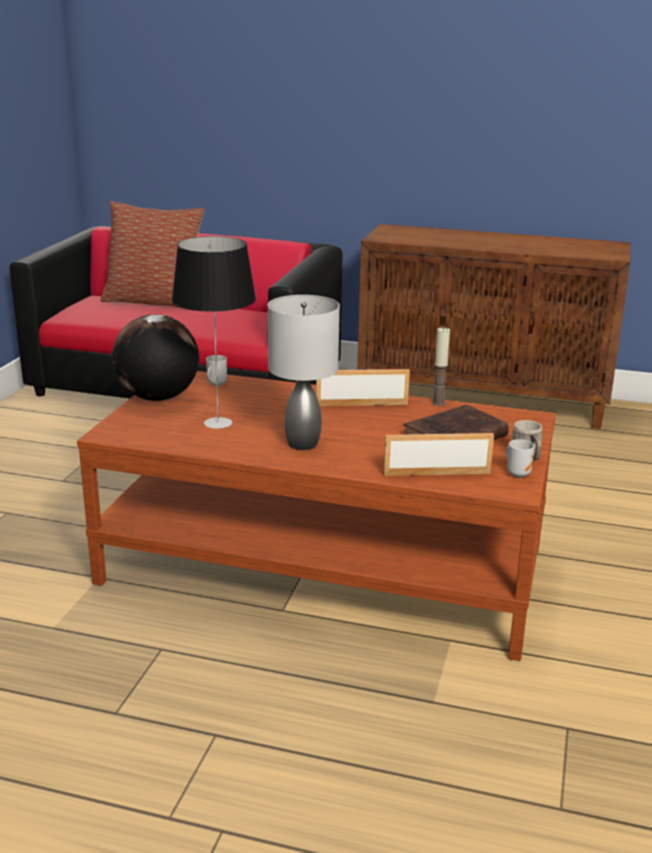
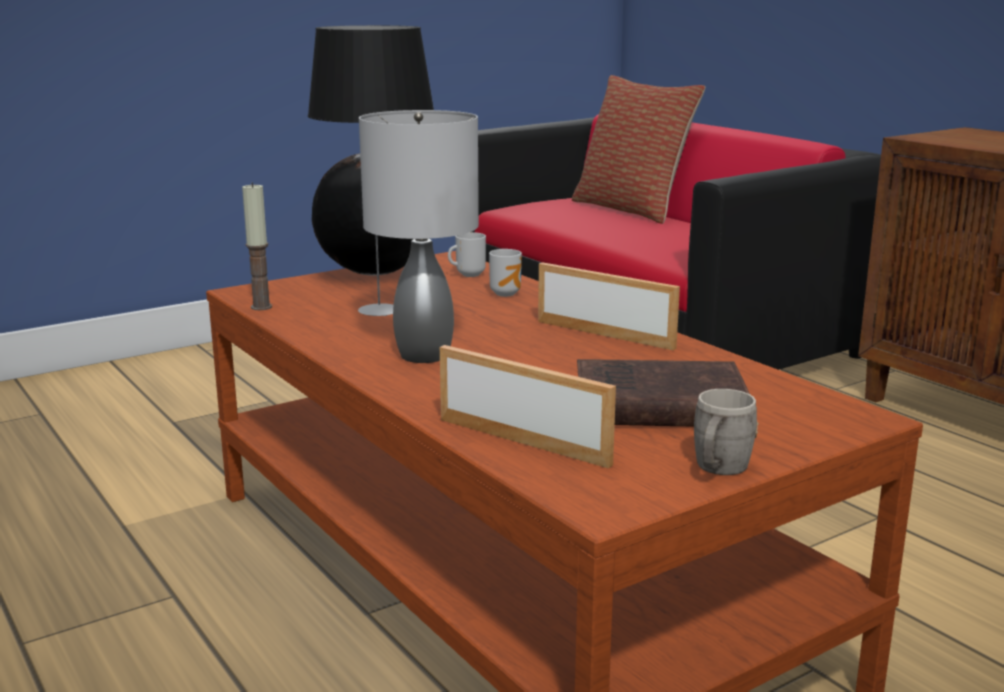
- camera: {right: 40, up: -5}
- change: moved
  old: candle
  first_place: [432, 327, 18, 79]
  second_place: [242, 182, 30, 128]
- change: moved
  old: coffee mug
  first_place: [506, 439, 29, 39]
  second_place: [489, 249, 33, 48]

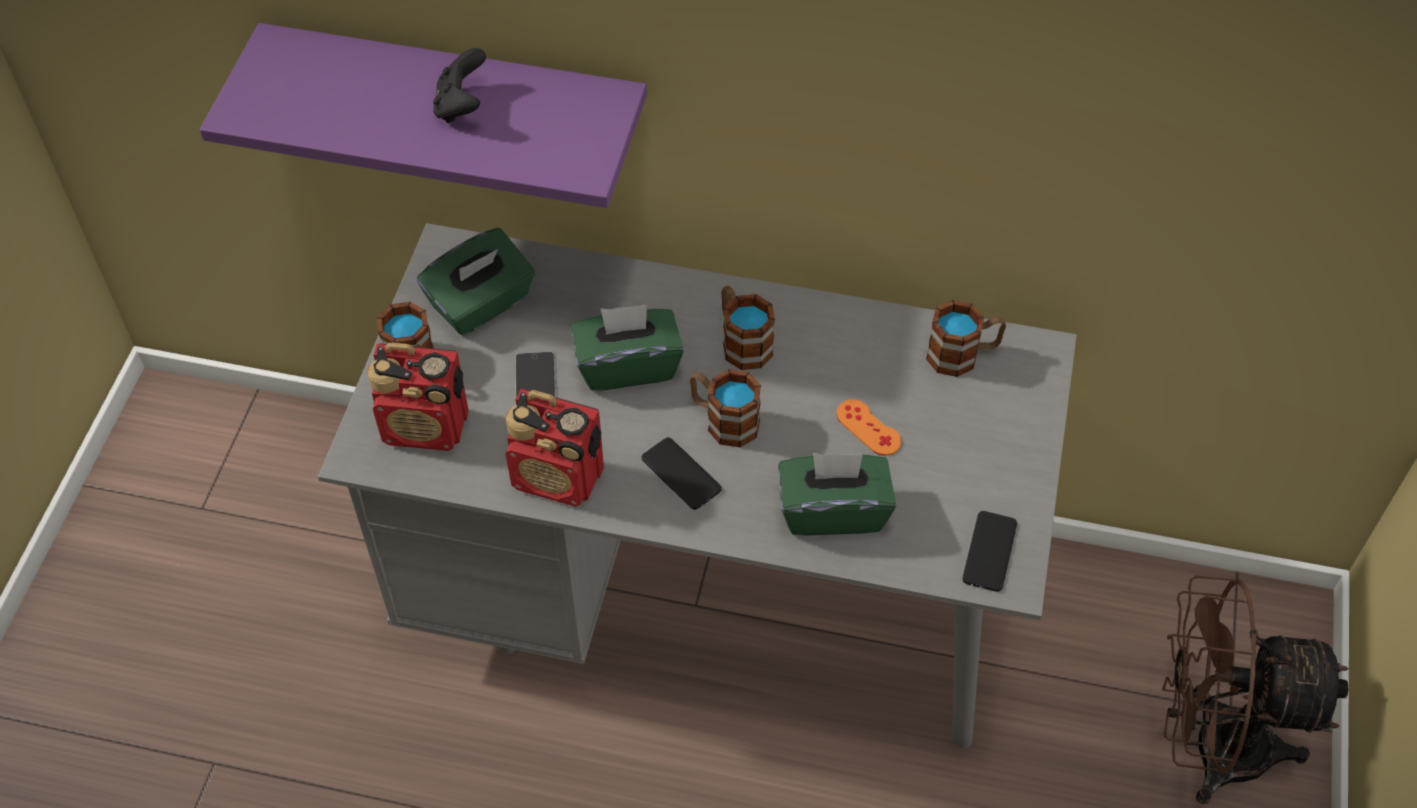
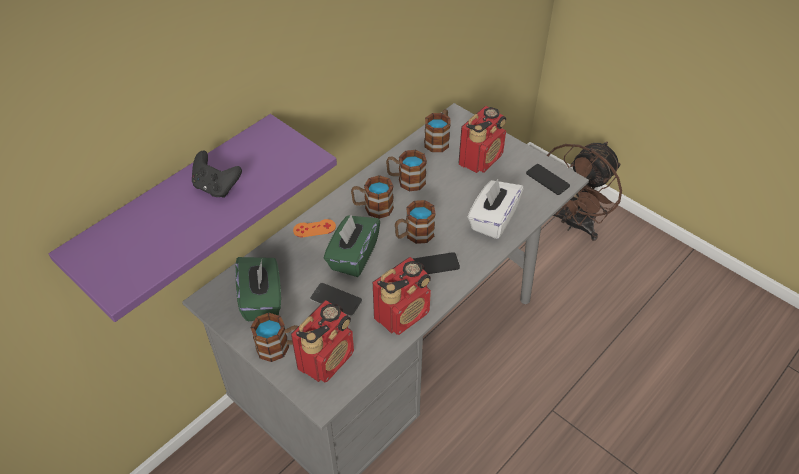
- camera: {right: -60, up: -5}
- change: added
  new: coffee mug
  second_place: [386, 150, 41, 41]
- change: added
  new: radio set
  second_place: [458, 106, 48, 67]
- change: moved
  old: orangey game controller
  first_place: [836, 399, 66, 57]
  second_place: [293, 219, 43, 18]
- change: recoloured
  old: green-coloured tissue box
  new: white-coloured tissue box
  first_place: [778, 452, 118, 84]
  second_place: [467, 179, 57, 60]

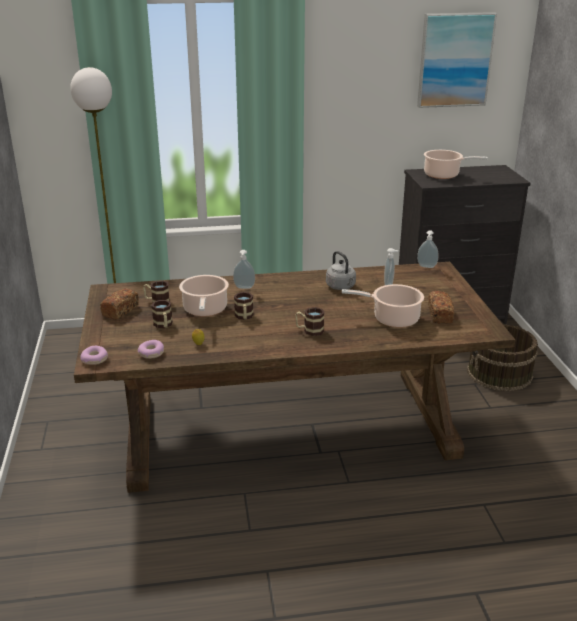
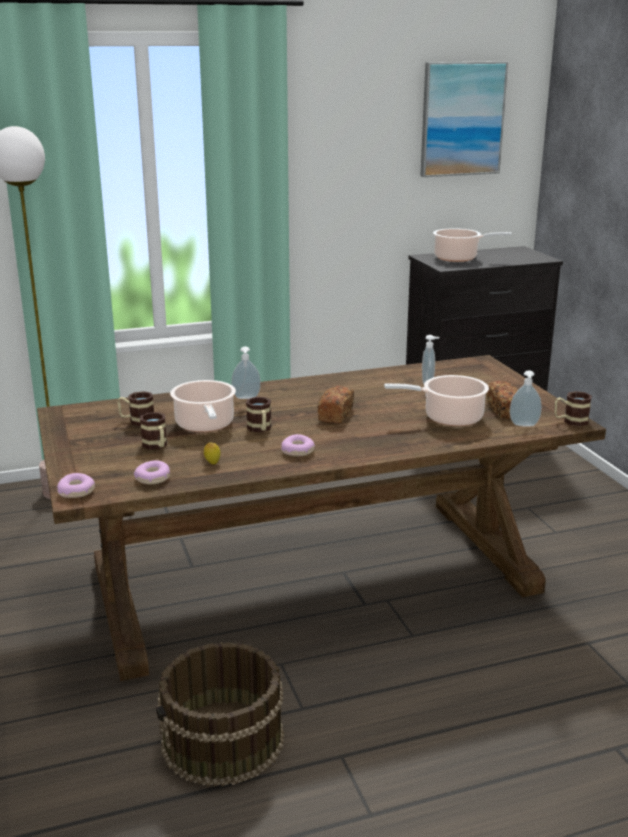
- camera: {right: -10, up: -5}
- change: removed
  old: grey water kettle
  first_place: [326, 251, 30, 39]
- change: added
  new: ring doughnut
  second_place: [281, 434, 34, 22]
- change: moved
  old: bread
  first_place: [100, 288, 39, 32]
  second_place: [317, 386, 37, 38]
- change: moved
  old: coffee mug
  first_place: [295, 307, 30, 29]
  second_place: [554, 391, 38, 36]
- change: moved
  old: soap dispenser
  first_place: [417, 230, 21, 38]
  second_place: [509, 370, 33, 57]
- change: moved
  old: brownish water bucket
  first_place: [467, 324, 71, 67]
  second_place: [156, 642, 128, 145]

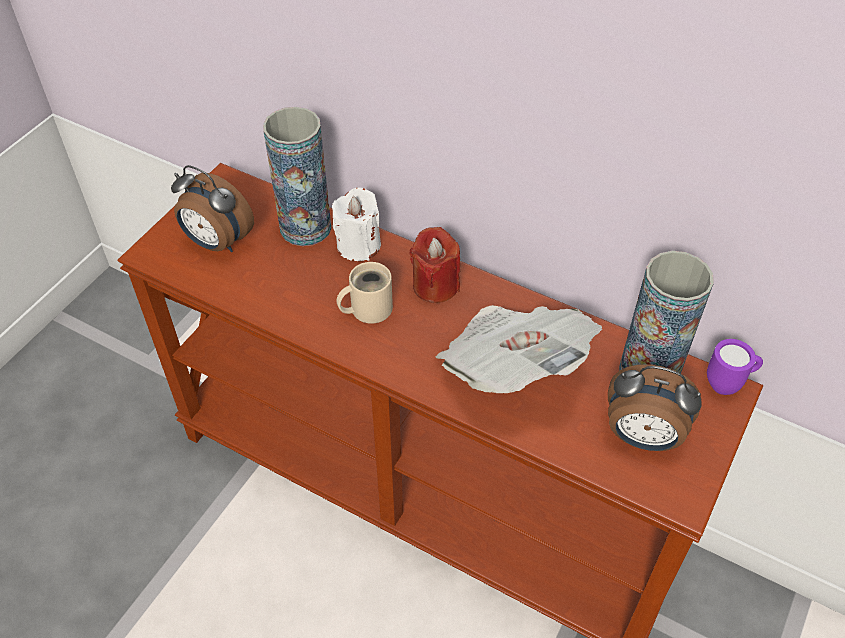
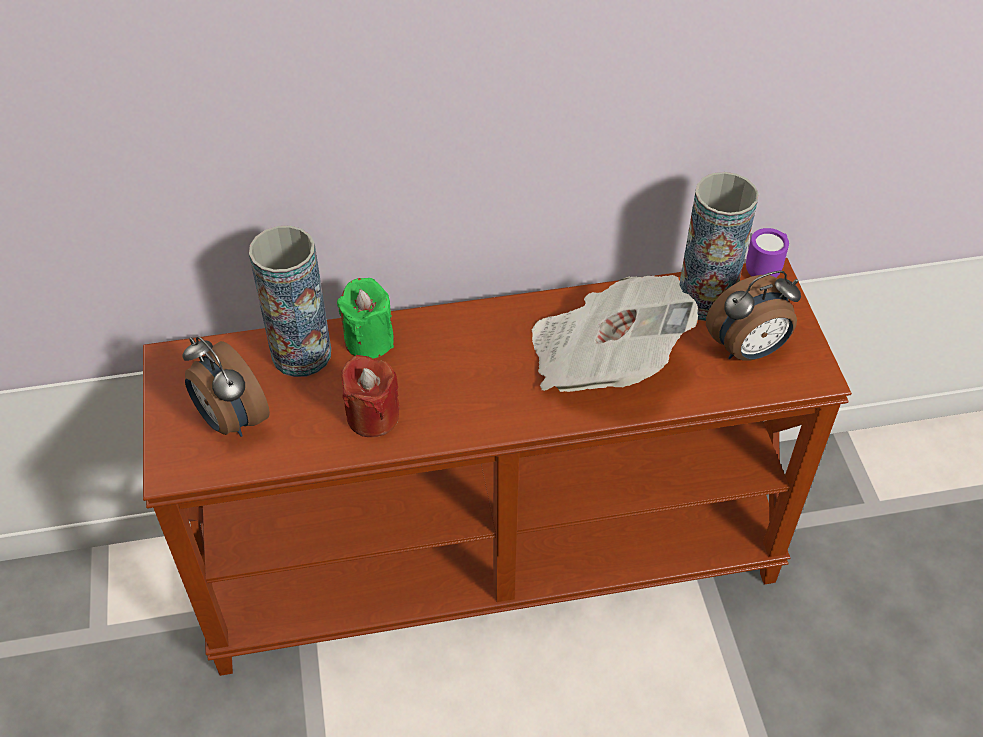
- camera: {right: -40, up: 0}
- change: removed
  old: beige-coloured coffee mug
  first_place: [336, 262, 57, 62]
- change: moved
  old: red candle
  first_place: [410, 227, 50, 76]
  second_place: [341, 355, 59, 82]
- change: recoloured
  old: white-coloured candle
  new: green-coloured candle
  first_place: [332, 188, 49, 73]
  second_place: [337, 278, 57, 80]
- change: turned
  old: alarm clock
  first_place: [171, 165, 83, 87]
  second_place: [182, 336, 88, 101]
  degrees: 60

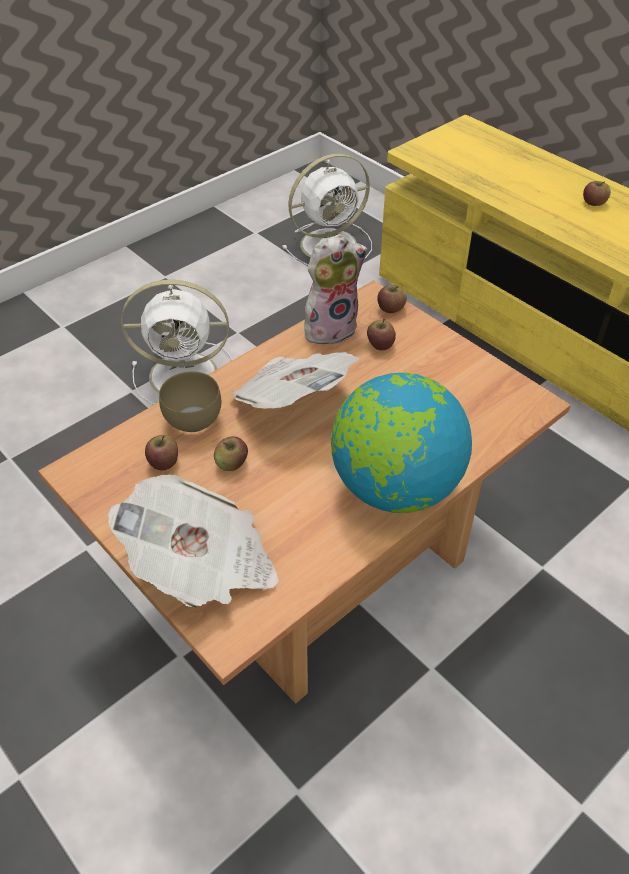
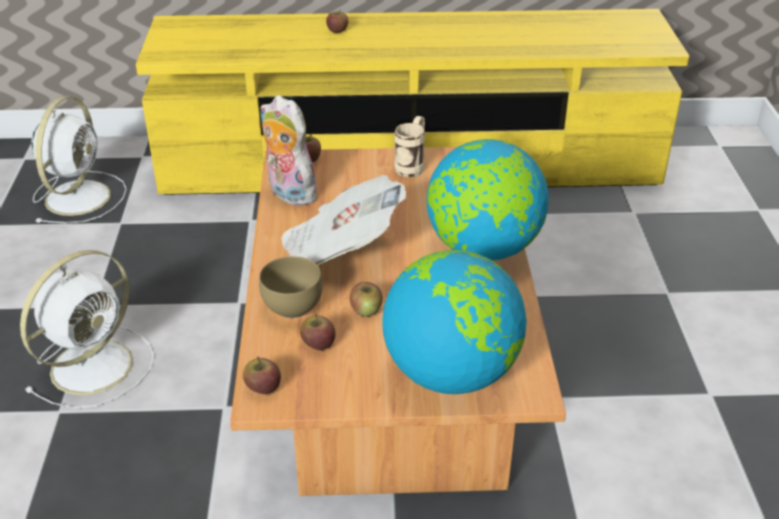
- camera: {right: -50, up: -10}
- change: added
  new: beige-coloured coffee mug
  second_place: [394, 116, 31, 61]
- change: moved
  old: apple
  first_place: [367, 319, 29, 31]
  second_place: [243, 357, 38, 37]
- change: replaced
  old: newspaper
  new: globe
  first_place: [108, 474, 171, 134]
  second_place: [382, 250, 145, 144]
- change: turned
  old: plush toy
  first_place: [304, 234, 64, 112]
  second_place: [260, 95, 58, 111]
  degrees: -60

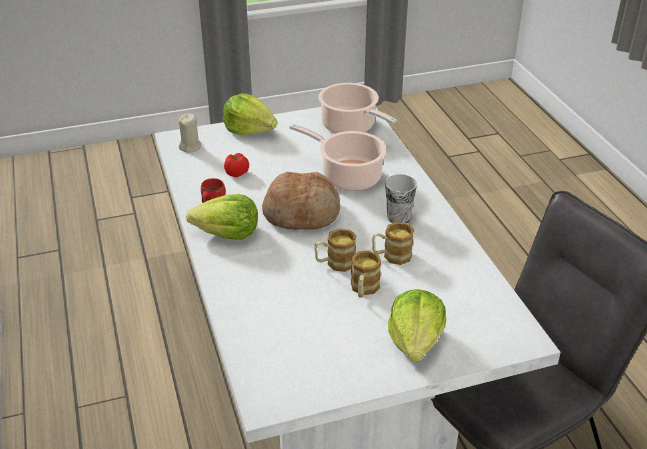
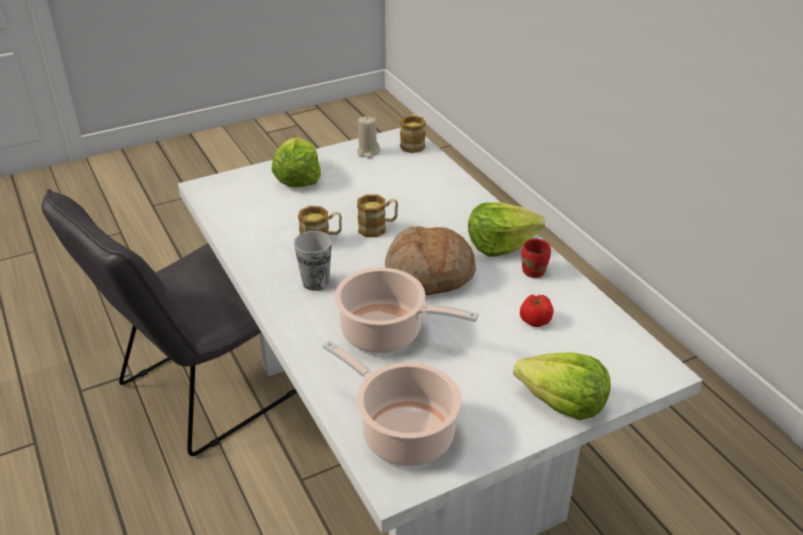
- camera: {right: 170, up: 0}
- change: moved
  old: beige-coloured candle
  first_place: [178, 113, 23, 40]
  second_place: [357, 116, 23, 42]
- change: moved
  old: coffee mug
  first_place: [351, 250, 30, 48]
  second_place: [400, 114, 26, 39]

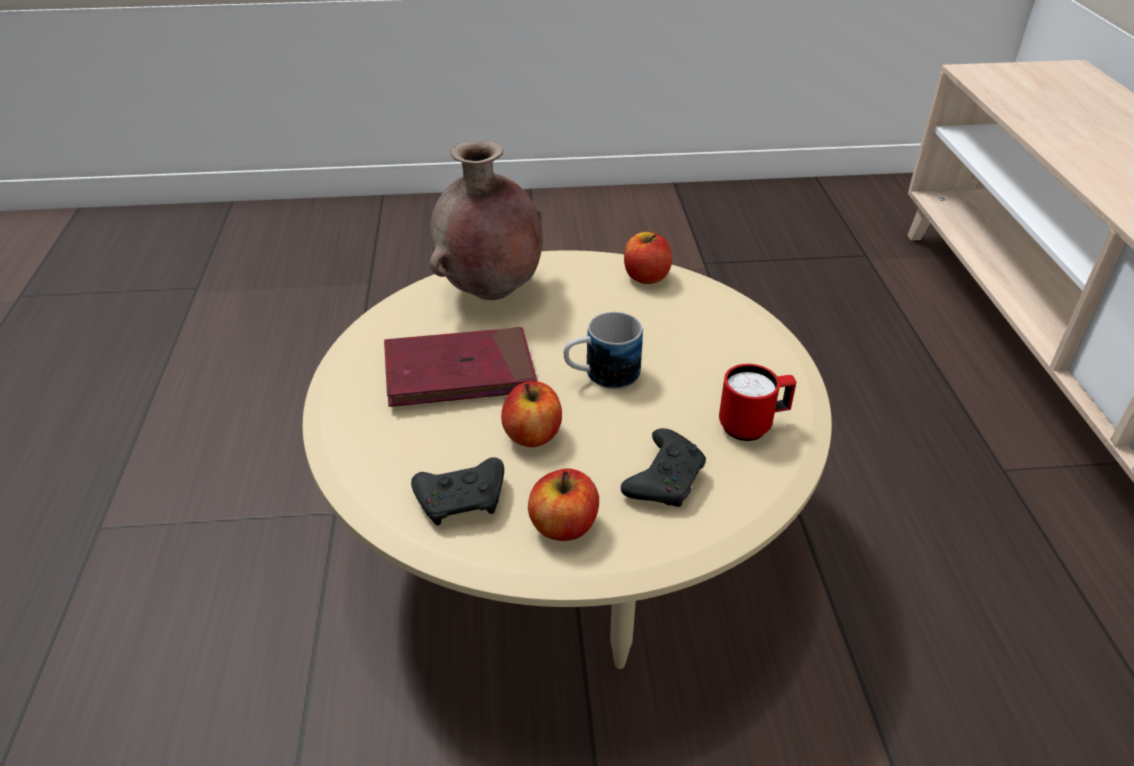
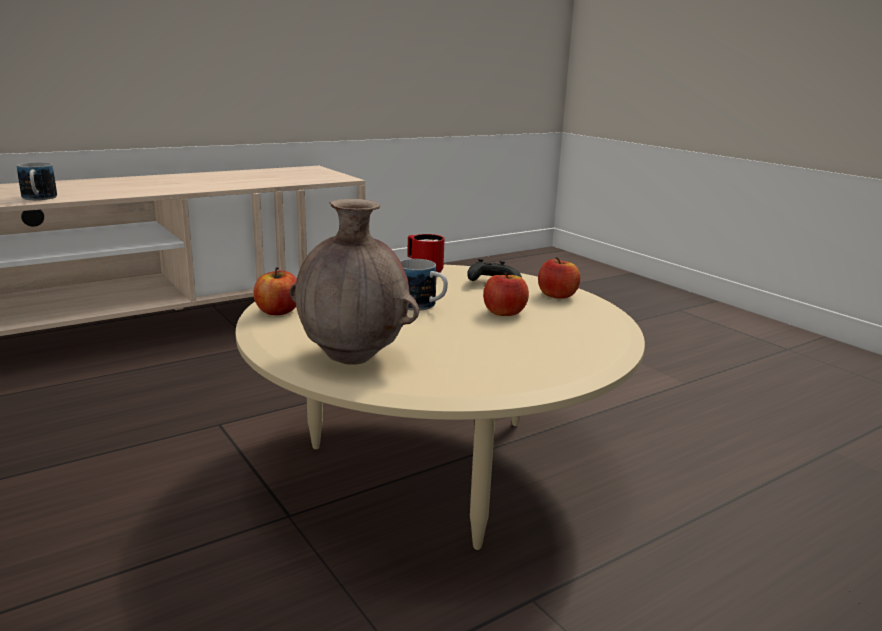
- camera: {right: -120, up: -20}
- change: removed
  old: red volume
  first_place: [384, 327, 153, 80]
- change: removed
  old: blackish game controller
  first_place: [411, 457, 93, 68]
- change: added
  new: coffee mug
  second_place: [17, 162, 40, 38]

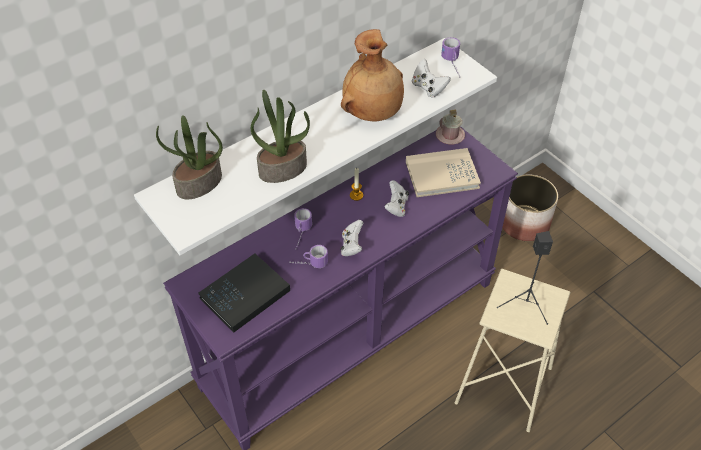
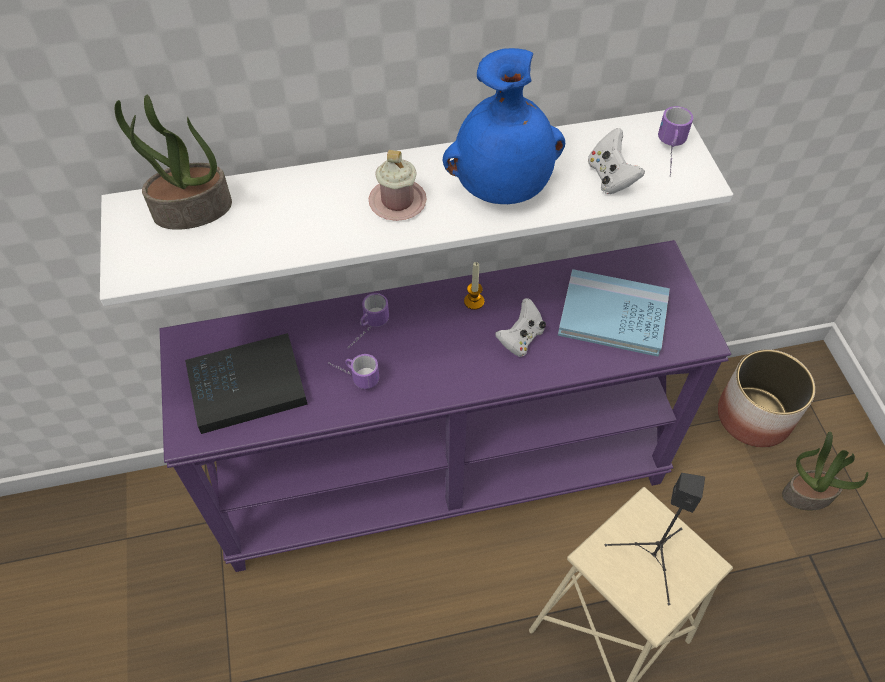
- camera: {right: 25, up: 5}
- change: removed
  old: white-coloured game controller
  first_place: [340, 220, 23, 36]
- change: moved
  old: plant in a pot
  first_place: [251, 90, 59, 93]
  second_place: [782, 431, 86, 79]
- change: moved
  old: pink coffee mug
  first_place: [436, 109, 29, 36]
  second_place: [369, 150, 58, 71]
- change: recoloured
  old: brownish decorative vase
  new: blue decorative vase
  first_place: [341, 29, 63, 92]
  second_place: [443, 48, 122, 156]
- change: recoloured
  old: beige-coloured volume
  new: blue volume
  first_place: [406, 148, 75, 49]
  second_place: [558, 269, 112, 88]

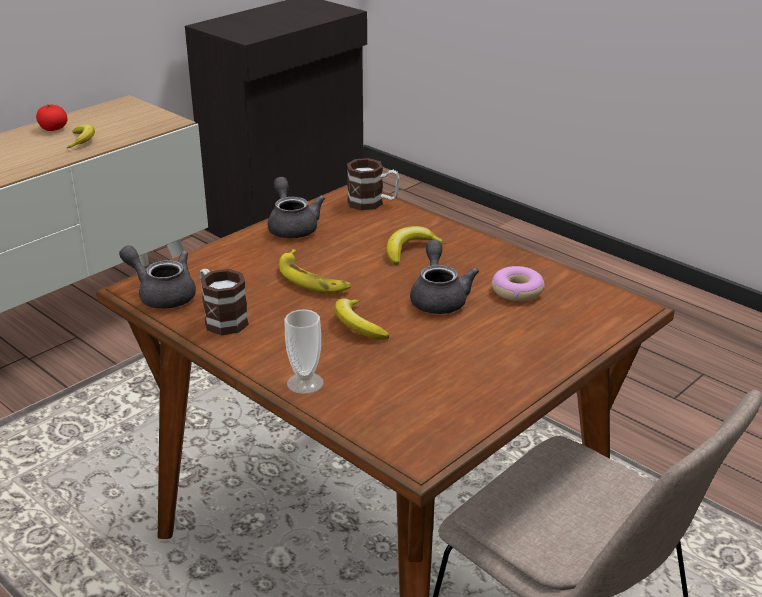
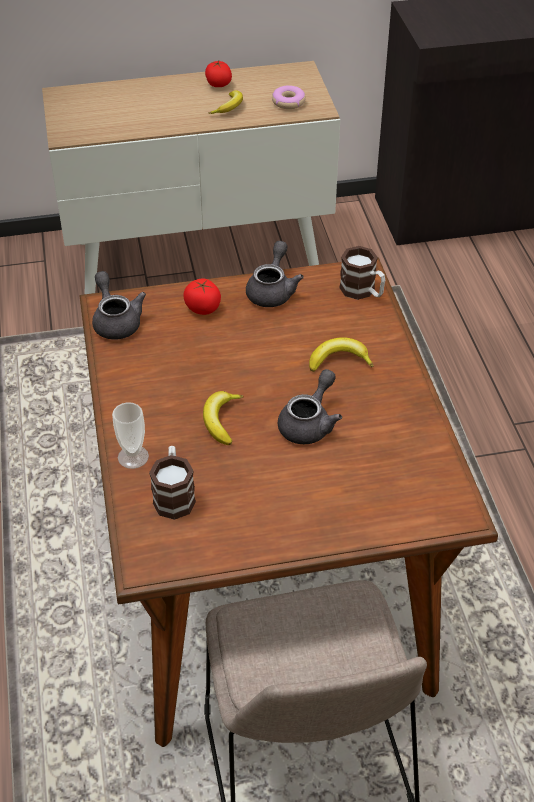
- camera: {right: 35, up: 15}
- change: removed
  old: banana fruit
  first_place: [279, 249, 72, 45]
- change: added
  new: fresh tomato
  second_place: [183, 278, 38, 37]
- change: moved
  old: coffee mug
  first_place: [200, 269, 49, 66]
  second_place: [149, 446, 47, 74]
- change: moved
  old: ring doughnut
  first_place: [491, 266, 54, 36]
  second_place: [272, 86, 34, 23]

